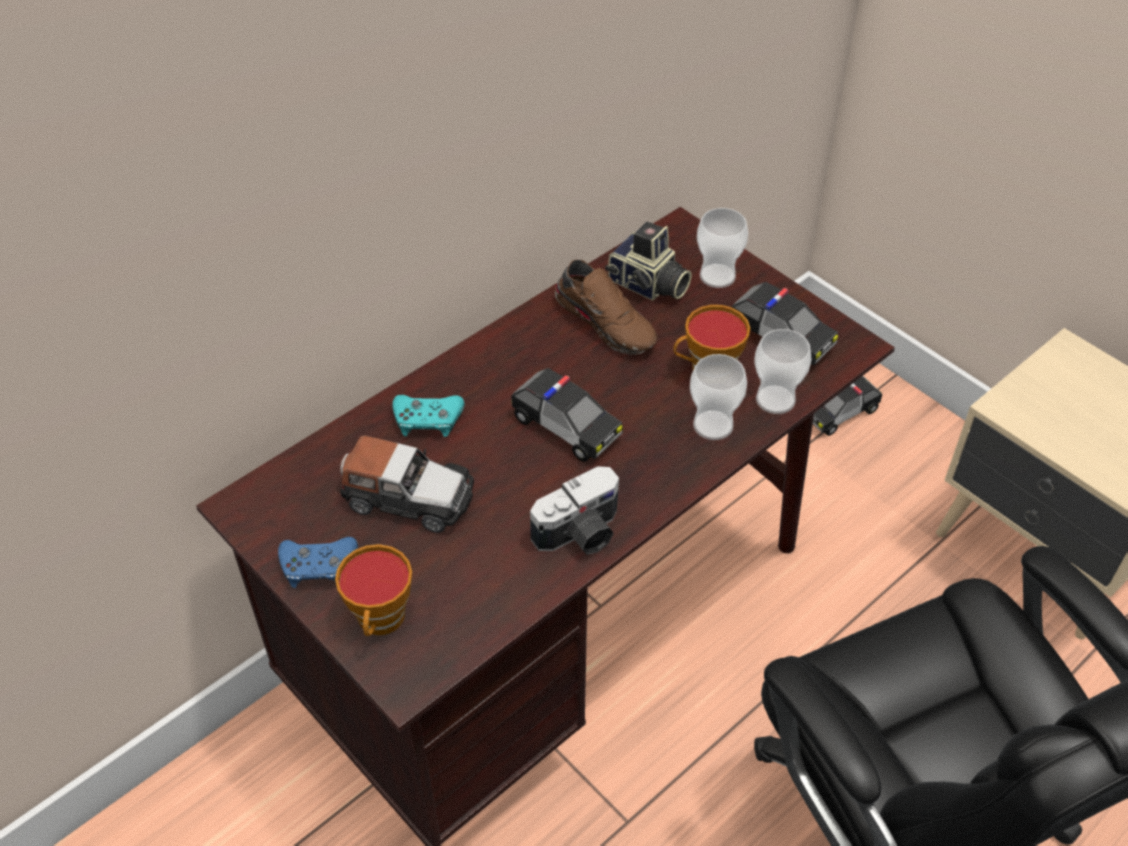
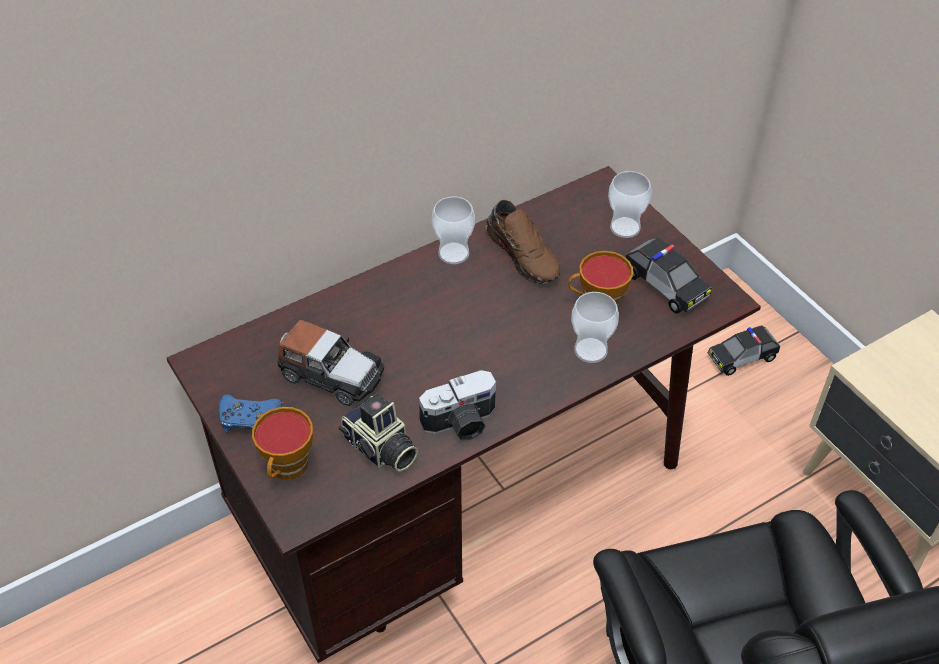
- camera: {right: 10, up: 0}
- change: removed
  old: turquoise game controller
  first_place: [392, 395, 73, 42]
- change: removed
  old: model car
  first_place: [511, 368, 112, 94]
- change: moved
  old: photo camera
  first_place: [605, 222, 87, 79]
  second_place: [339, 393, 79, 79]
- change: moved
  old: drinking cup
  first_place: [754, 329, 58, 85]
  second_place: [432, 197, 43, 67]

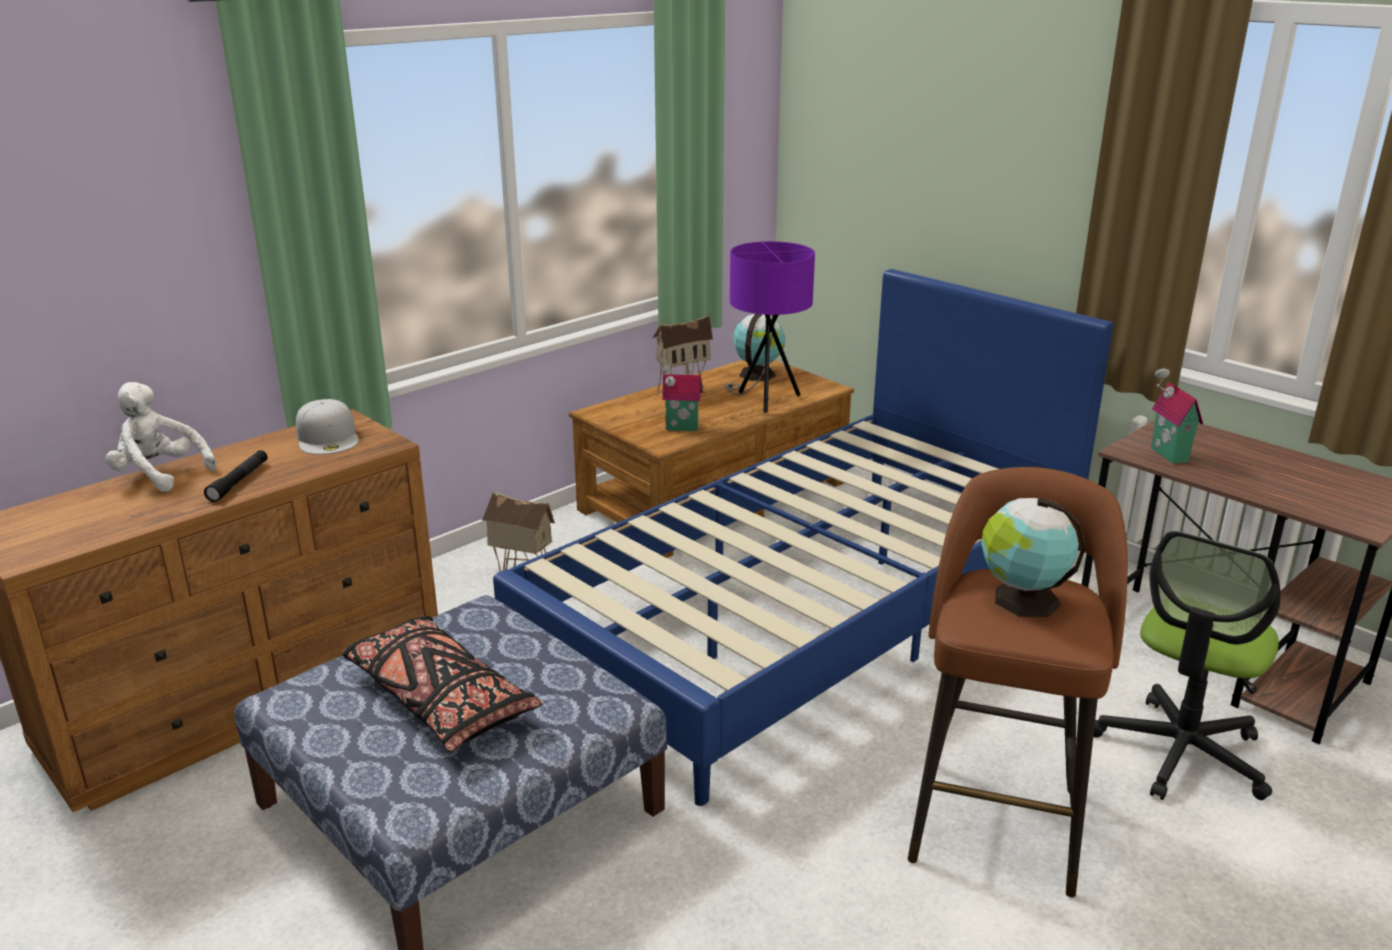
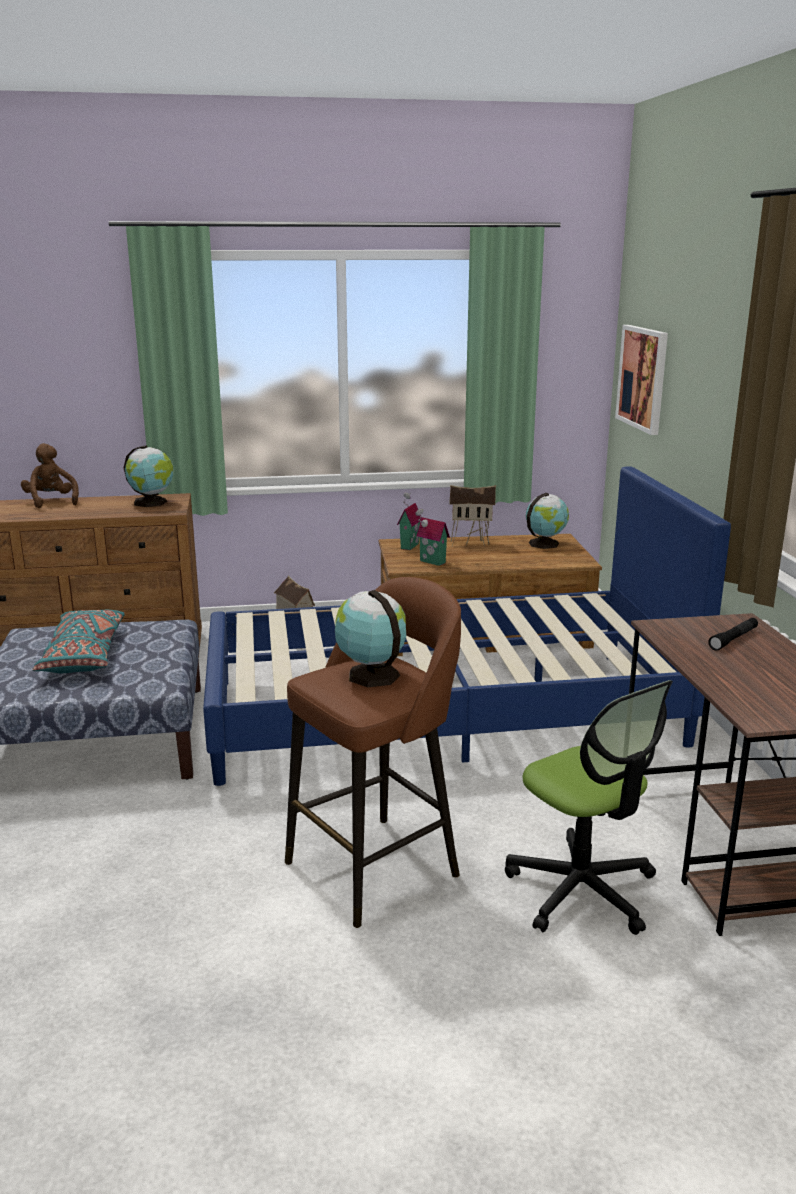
- camera: {right: 35, up: -5}
- change: removed
  old: purple-coloured lamp for a table
  first_place: [725, 241, 90, 172]
- change: added
  new: wall art
  second_place: [615, 325, 53, 110]
- change: moved
  old: blackish torch
  first_place: [204, 450, 63, 52]
  second_place: [708, 618, 50, 33]
- change: moved
  old: miniature house
  first_place: [1151, 368, 52, 96]
  second_place: [397, 492, 25, 58]
- change: replaced
  old: white-coloured baseball cap
  new: globe
  first_place: [296, 399, 63, 56]
  second_place: [124, 446, 49, 61]
- change: recoloured
  old: white-coloured plush toy
  new: brownish plush toy
  first_place: [106, 382, 110, 110]
  second_place: [21, 443, 58, 65]
- change: recoloured
  old: blackish throw pillow
  new: turquoise throw pillow
  first_place: [342, 616, 201, 136]
  second_place: [33, 610, 92, 63]
- change: turned
  old: desk chair
  first_place: [1093, 531, 188, 269]
  second_place: [505, 680, 168, 255]
  degrees: -105

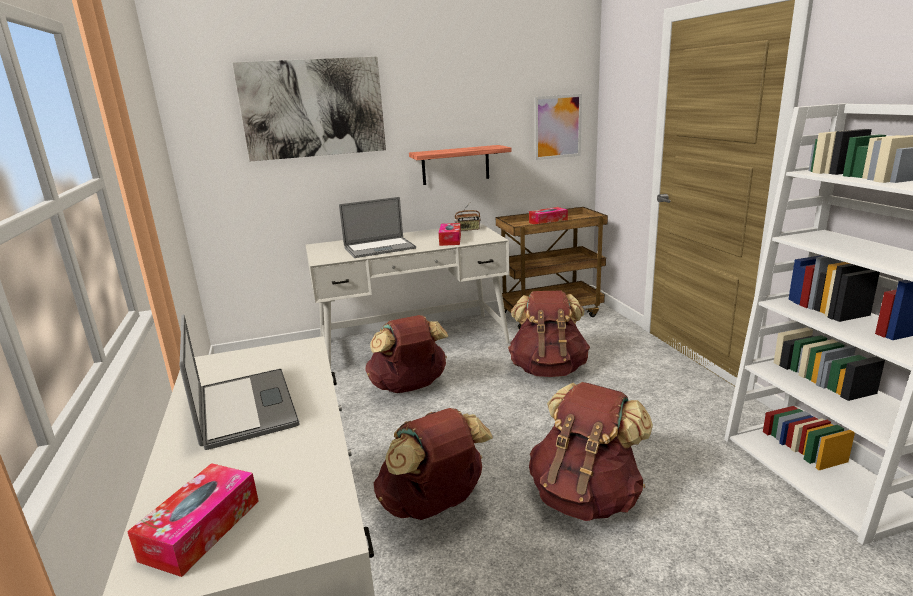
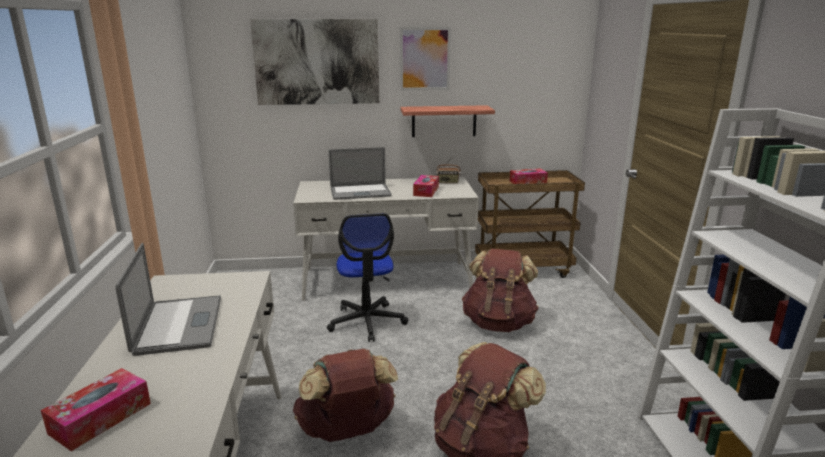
- camera: {right: 10, up: 0}
- change: moved
  old: wall art
  first_place: [535, 94, 47, 66]
  second_place: [400, 27, 51, 63]
- change: replaced
  old: brownish knapsack
  new: desk chair
  first_place: [365, 315, 83, 78]
  second_place: [327, 213, 81, 129]

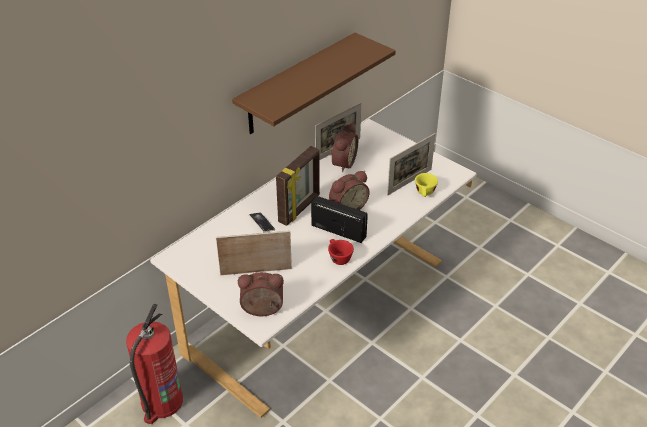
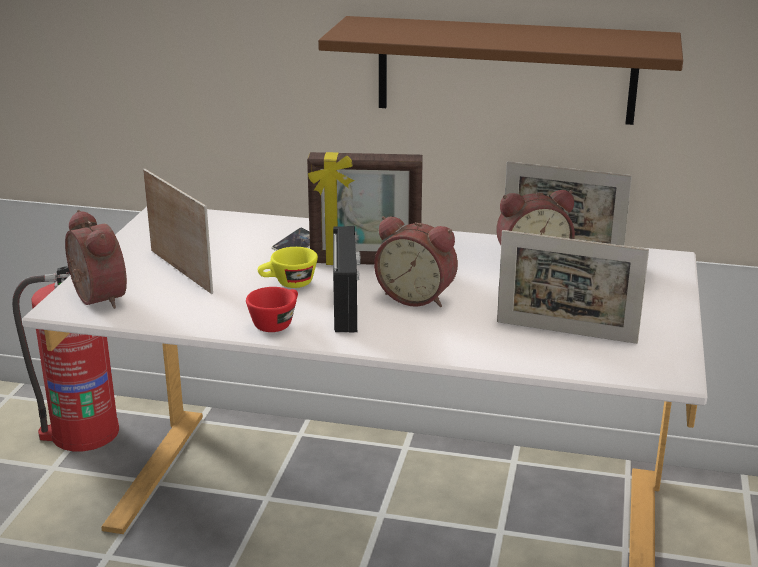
- camera: {right: 60, up: -15}
- change: moved
  old: yellow-coloured drinking cup
  first_place: [415, 173, 23, 24]
  second_place: [258, 247, 60, 41]

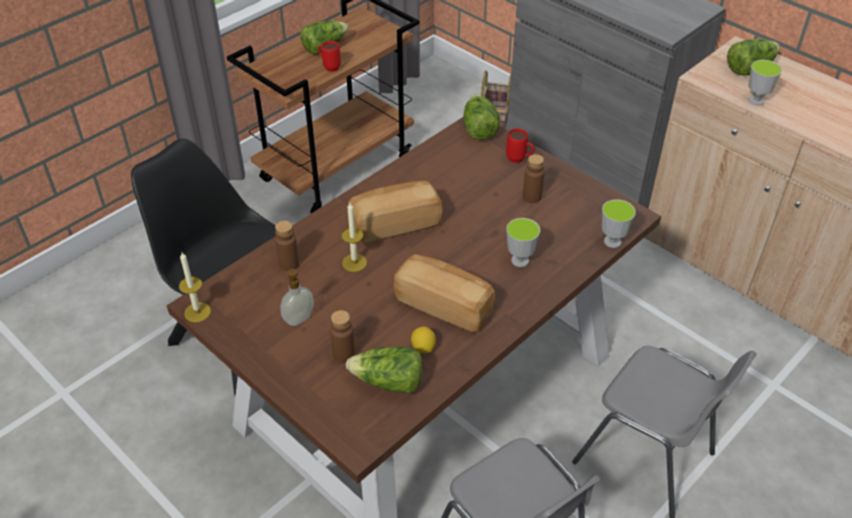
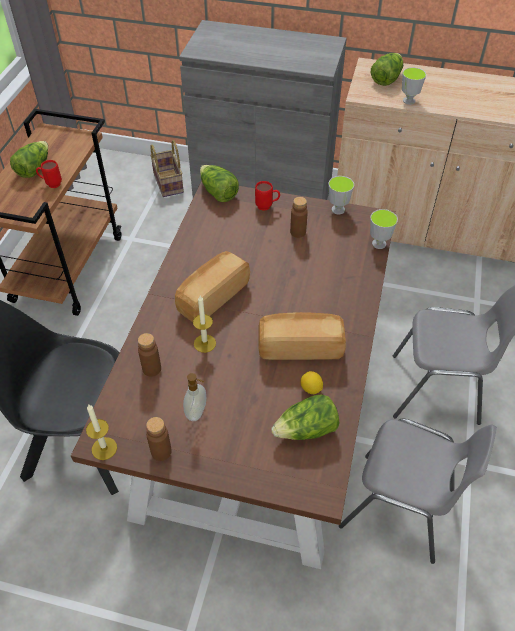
- camera: {right: -30, up: 5}
- change: moved
  old: brownish drink bottle
  first_place: [330, 310, 25, 53]
  second_place: [146, 417, 26, 44]
- change: moved
  old: drinking cup
  first_place: [506, 218, 34, 49]
  second_place: [328, 176, 26, 38]

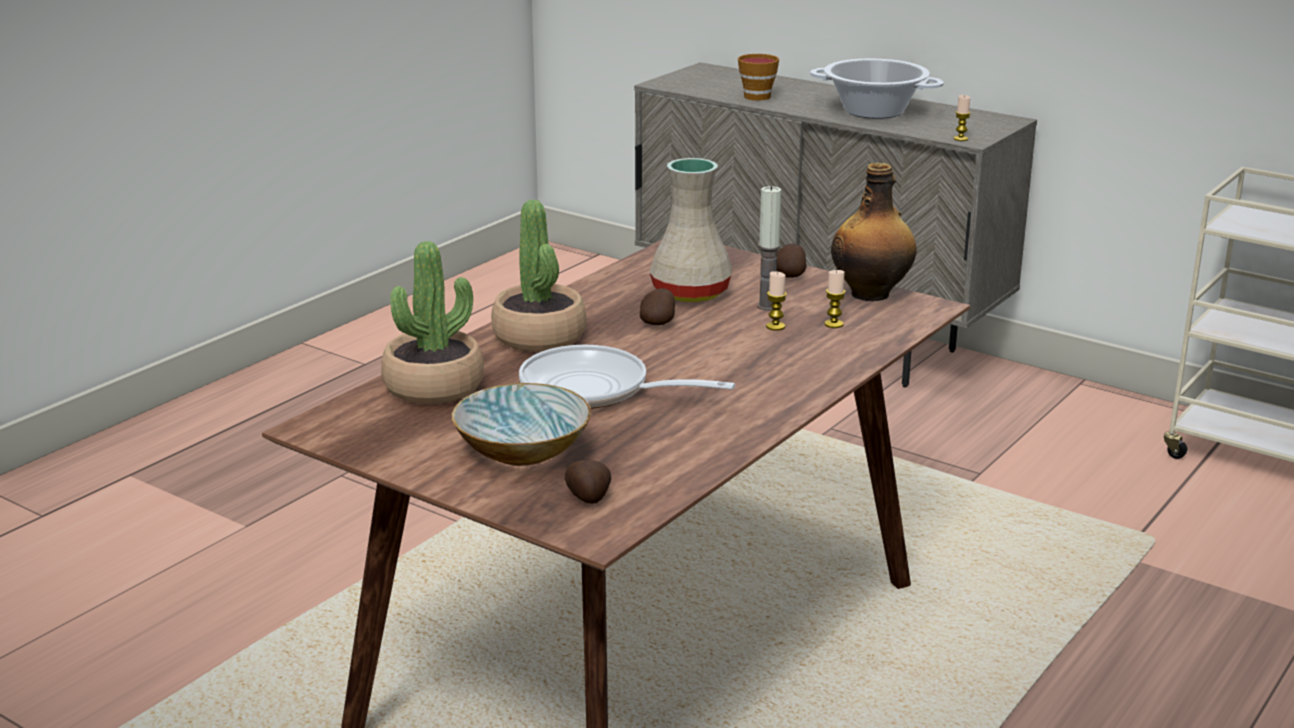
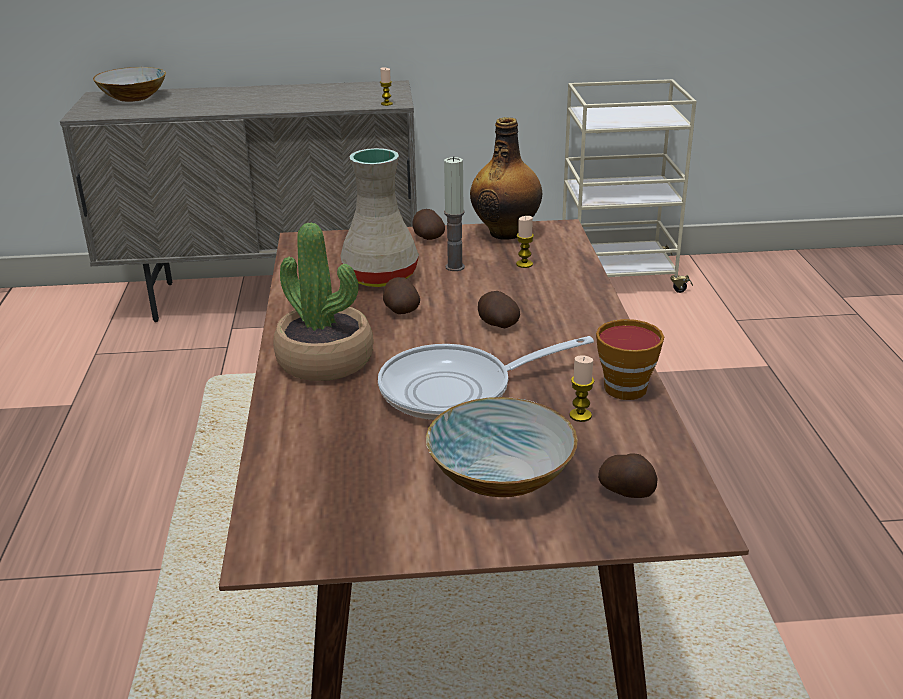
- camera: {right: -40, up: 5}
- change: removed
  old: plant in a pot
  first_place: [381, 241, 103, 163]
- change: removed
  old: cooking pot
  first_place: [810, 58, 134, 61]
- change: added
  new: deep dish
  second_place: [93, 67, 73, 35]
- change: added
  new: spud
  second_place: [478, 291, 42, 37]
- change: moved
  old: drinking cup
  first_place: [738, 54, 41, 47]
  second_place: [596, 319, 68, 81]
- change: moved
  old: candle
  first_place: [766, 271, 21, 60]
  second_place: [569, 356, 25, 66]

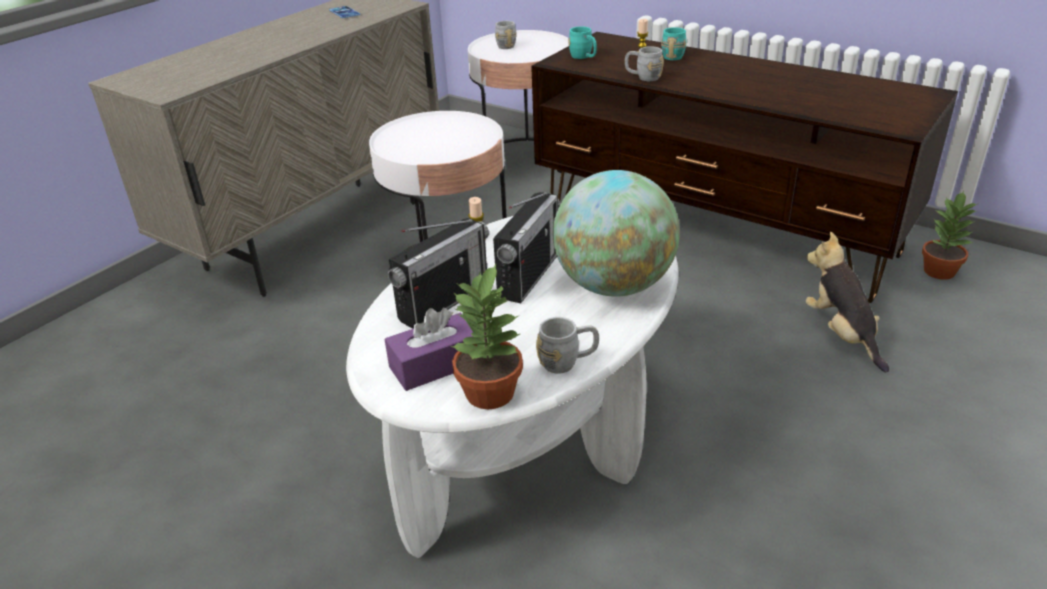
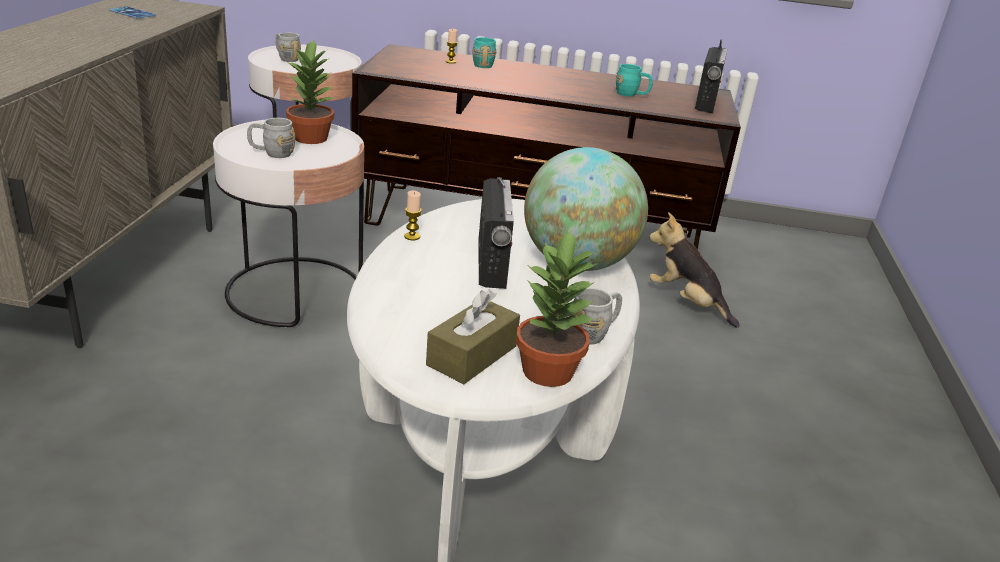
- camera: {right: -30, up: -5}
- change: moved
  old: radio set
  first_place: [388, 218, 101, 111]
  second_place: [695, 40, 32, 73]
- change: moved
  old: turquoise coffee mug
  first_place: [568, 27, 29, 32]
  second_place: [616, 64, 37, 33]
- change: moved
  old: grey coffee mug
  first_place: [625, 46, 39, 35]
  second_place: [247, 118, 48, 40]
- change: moved
  old: plant in a pot
  first_place: [922, 191, 57, 89]
  second_place: [286, 40, 50, 104]
- change: recoloured
  old: purple-coloured tissue box
  new: brownish tissue box
  first_place: [385, 308, 89, 83]
  second_place: [426, 289, 94, 95]

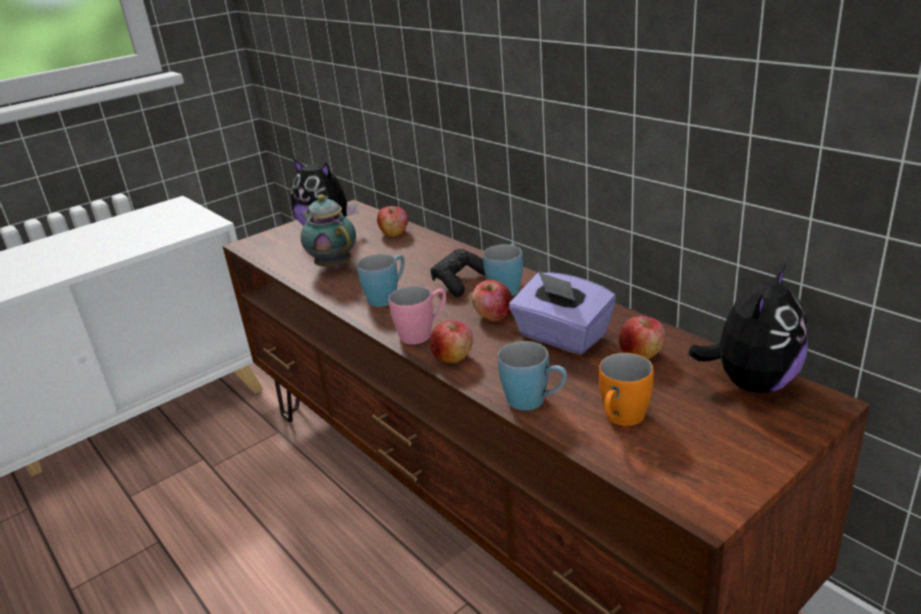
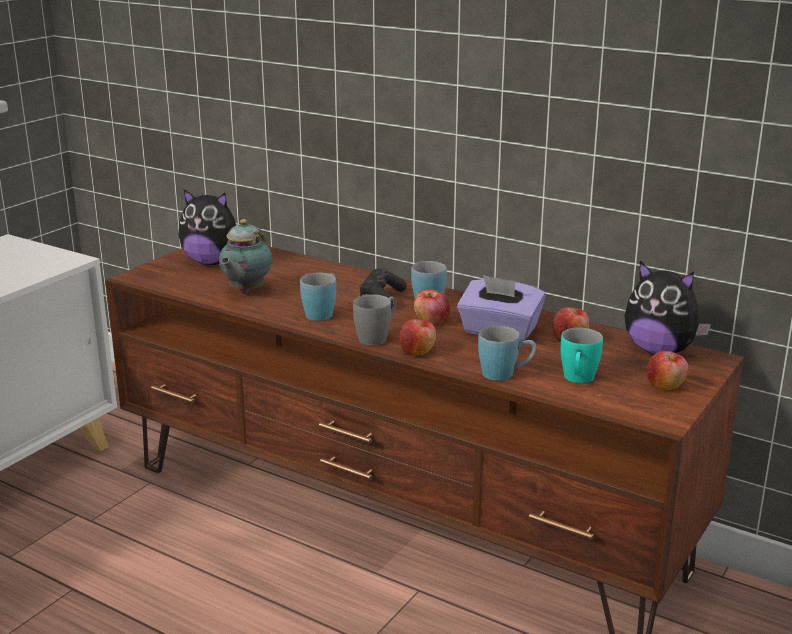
- camera: {right: -20, up: -5}
- change: moved
  old: apple
  first_place: [377, 206, 31, 31]
  second_place: [647, 351, 41, 40]
- change: recoloured
  old: pink coffee mug
  new: grey coffee mug
  first_place: [389, 286, 57, 58]
  second_place: [353, 294, 44, 52]
- change: recoloured
  old: orangey coffee mug
  new: turquoise coffee mug
  first_place: [599, 353, 55, 73]
  second_place: [561, 328, 42, 55]
- change: turned
  old: pot for tea
  first_place: [301, 194, 55, 75]
  second_place: [219, 219, 54, 74]
  degrees: -105
- change: turned
  old: plush toy
  first_place: [688, 264, 120, 129]
  second_place: [624, 261, 87, 93]
  degrees: 105

